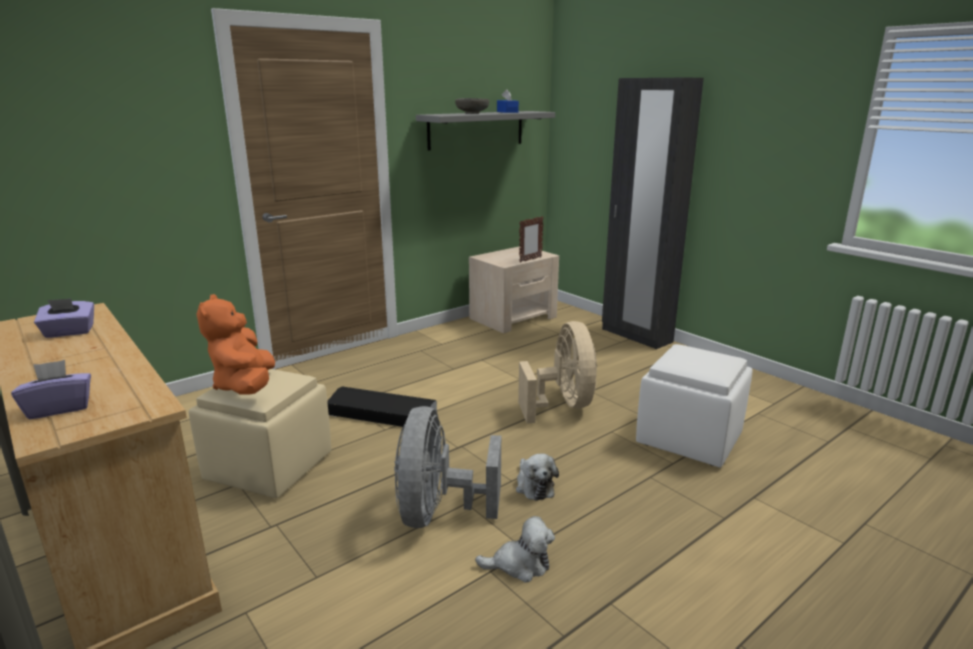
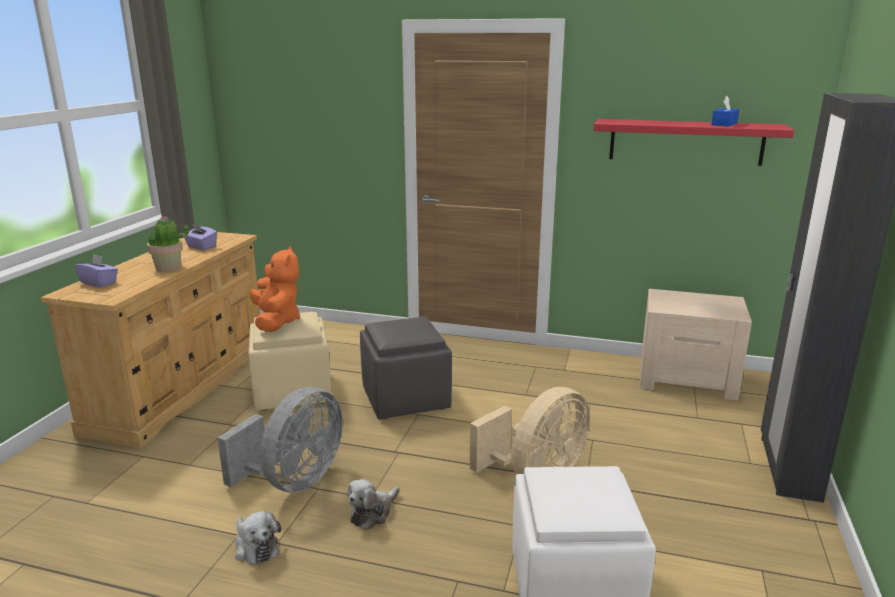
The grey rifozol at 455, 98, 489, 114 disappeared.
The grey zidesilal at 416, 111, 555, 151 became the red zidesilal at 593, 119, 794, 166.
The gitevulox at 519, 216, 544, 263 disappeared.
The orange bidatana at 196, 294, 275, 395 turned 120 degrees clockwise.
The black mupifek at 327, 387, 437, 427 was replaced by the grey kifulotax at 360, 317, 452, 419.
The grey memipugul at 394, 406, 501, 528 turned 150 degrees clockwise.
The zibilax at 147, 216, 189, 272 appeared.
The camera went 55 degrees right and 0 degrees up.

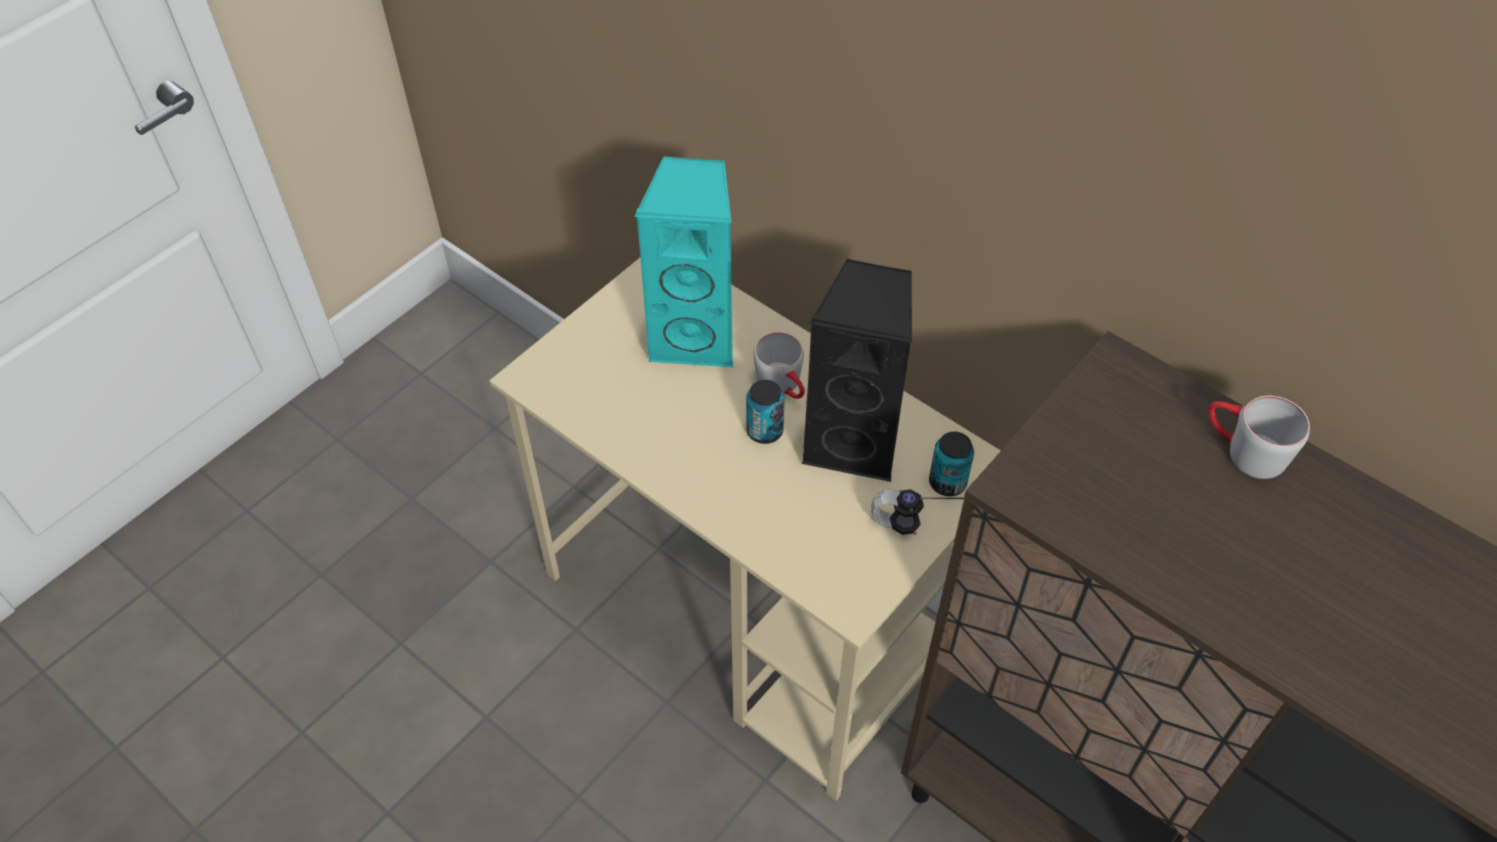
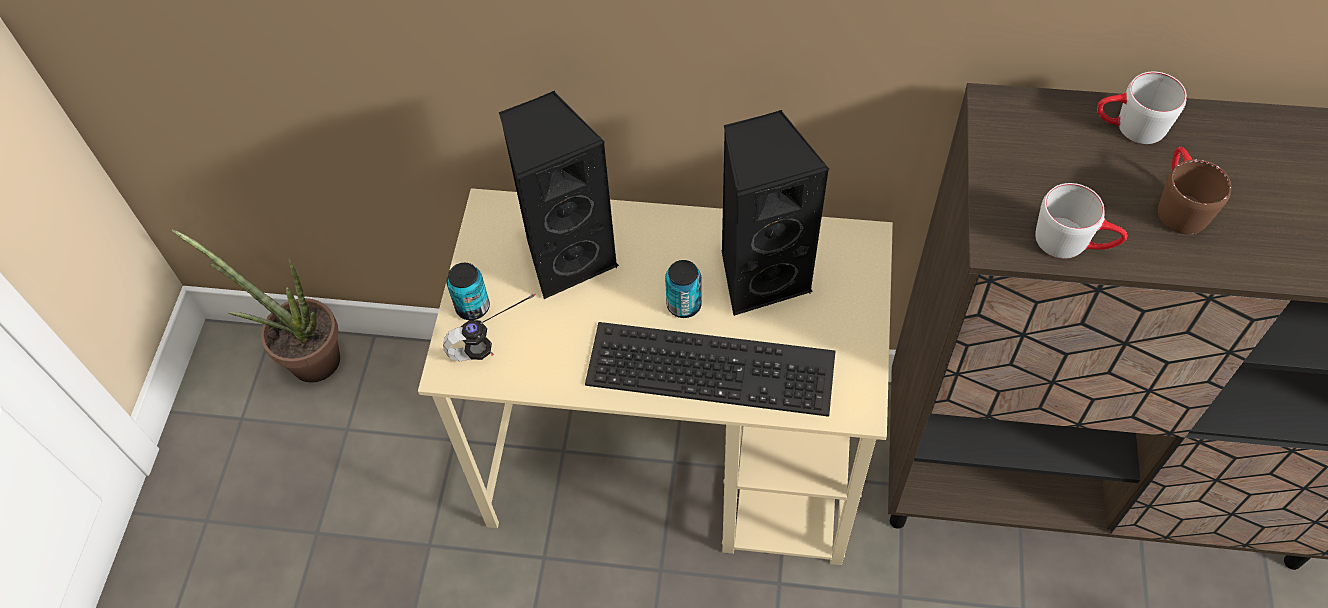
The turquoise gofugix at 635, 156, 734, 368 became the black gofugix at 499, 91, 619, 299.
The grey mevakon moved from 753, 332, 805, 399 to 1035, 183, 1127, 259.
The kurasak moved from 929, 431, 974, 496 to 446, 263, 490, 320.
The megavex moved from 871, 489, 964, 535 to 443, 293, 536, 362.
The brown mevakon at 1158, 147, 1232, 234 appeared.
The zibilax at 171, 229, 340, 383 appeared.
The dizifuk at 585, 322, 835, 417 appeared.
The camera went 30 degrees left and 5 degrees up.

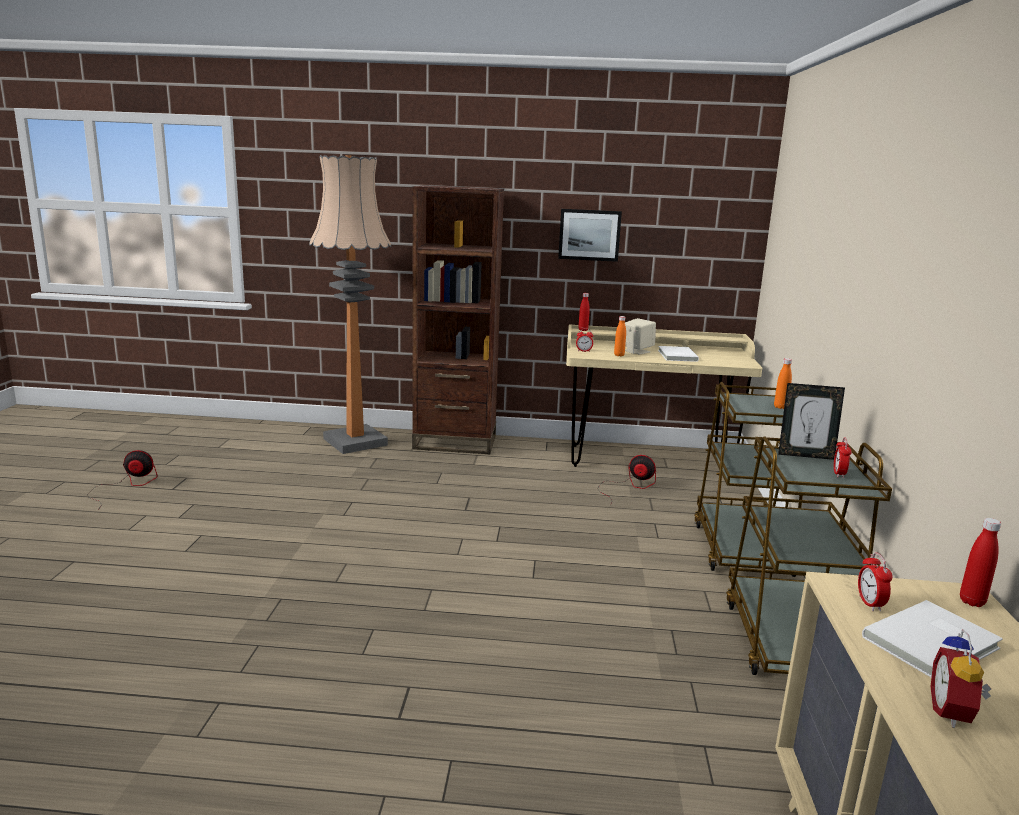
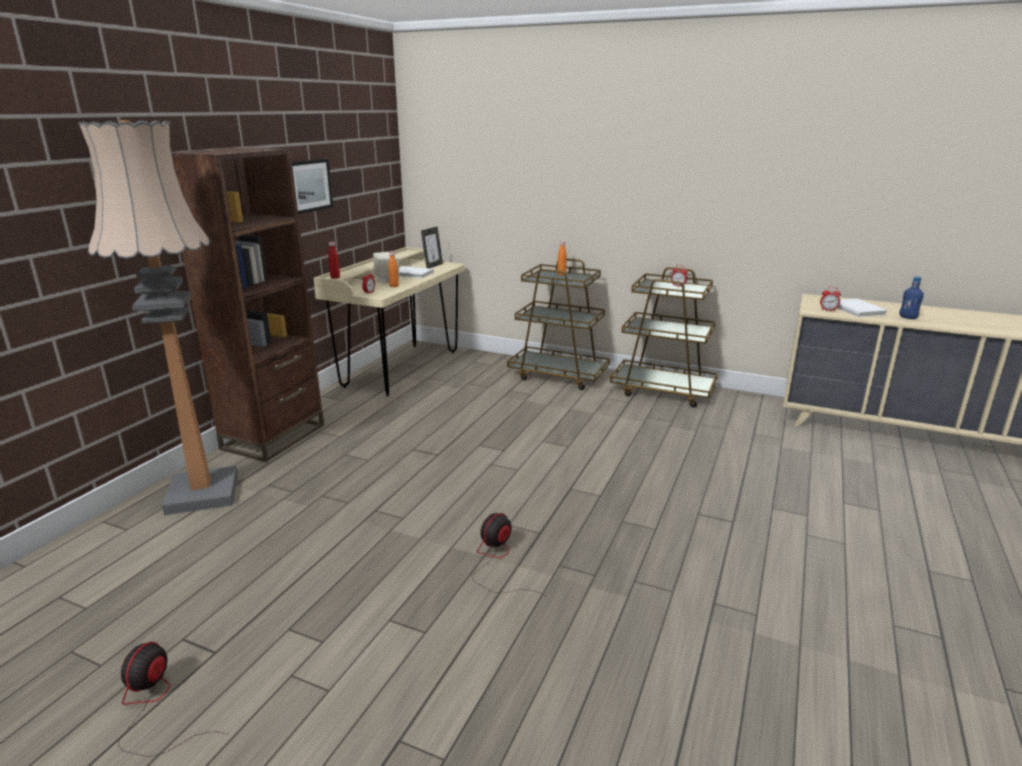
The gitevulox moved from 778, 383, 845, 460 to 421, 226, 443, 268.
The memipugul moved from 597, 455, 656, 505 to 472, 513, 547, 597.
The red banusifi at 960, 518, 1001, 607 disappeared.
The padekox at 931, 629, 991, 728 was replaced by the blue banusifi at 899, 276, 924, 319.
The camera went 70 degrees left and 5 degrees up.

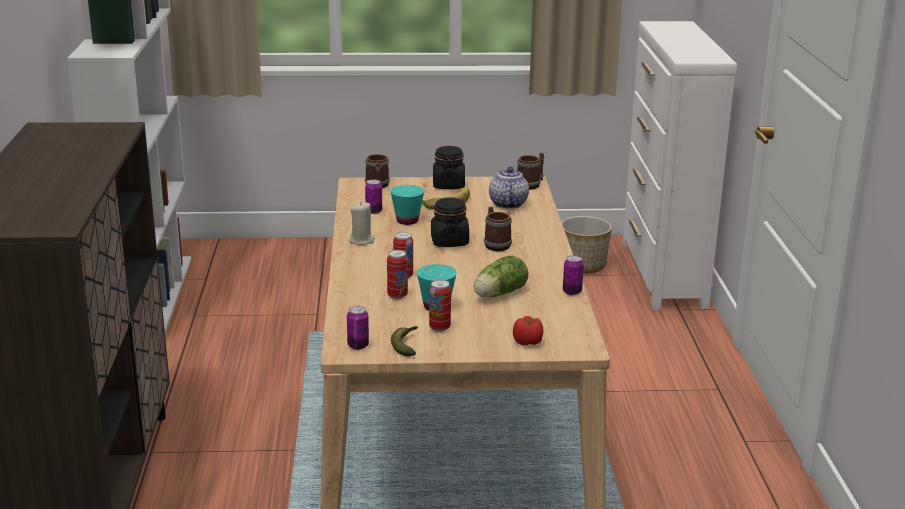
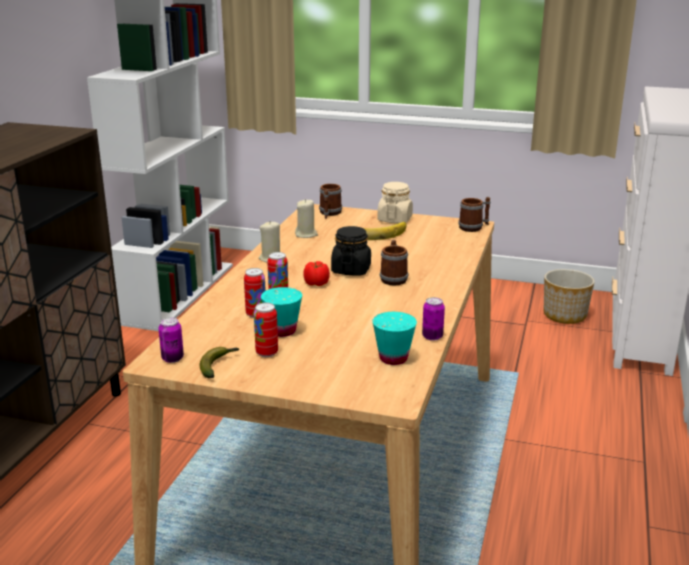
The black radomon at 433, 146, 465, 189 became the beige radomon at 377, 182, 413, 223.
The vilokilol at 489, 166, 529, 209 disappeared.
The kurasak at 365, 179, 382, 214 was replaced by the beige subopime at 295, 199, 318, 238.
The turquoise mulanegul moved from 390, 185, 424, 225 to 373, 312, 417, 365.
The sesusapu at 474, 256, 529, 297 disappeared.
The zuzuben moved from 513, 316, 544, 345 to 303, 261, 330, 286.
The camera went 20 degrees right and 0 degrees up.

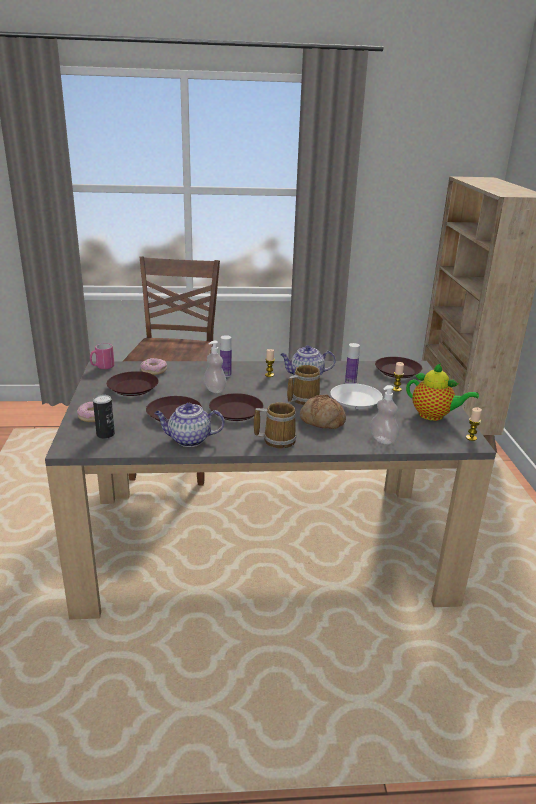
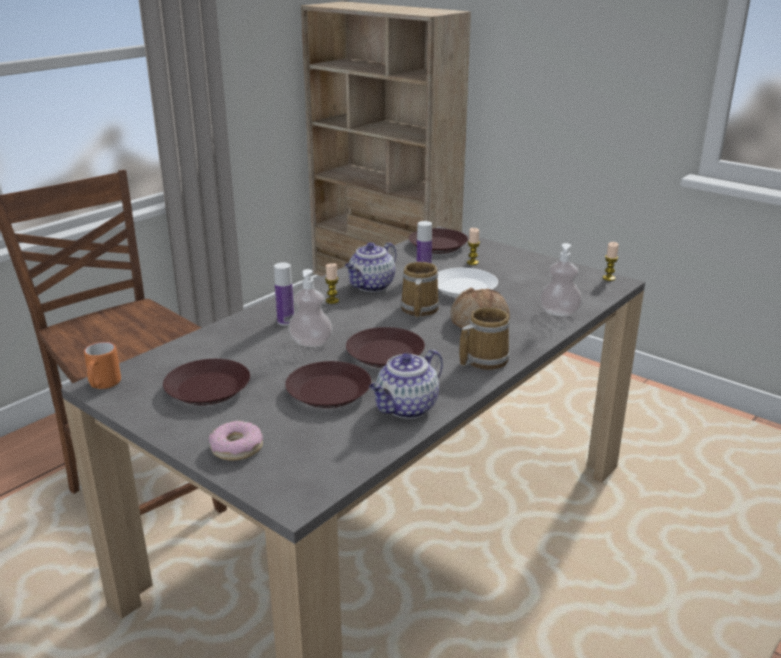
The pink mevakon at 90, 343, 114, 369 became the orange mevakon at 84, 342, 121, 389.
The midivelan at 140, 358, 167, 375 disappeared.
The vilokilol at 406, 363, 479, 421 disappeared.
The kurasak at 93, 395, 115, 439 disappeared.
The camera went 45 degrees left and 0 degrees up.

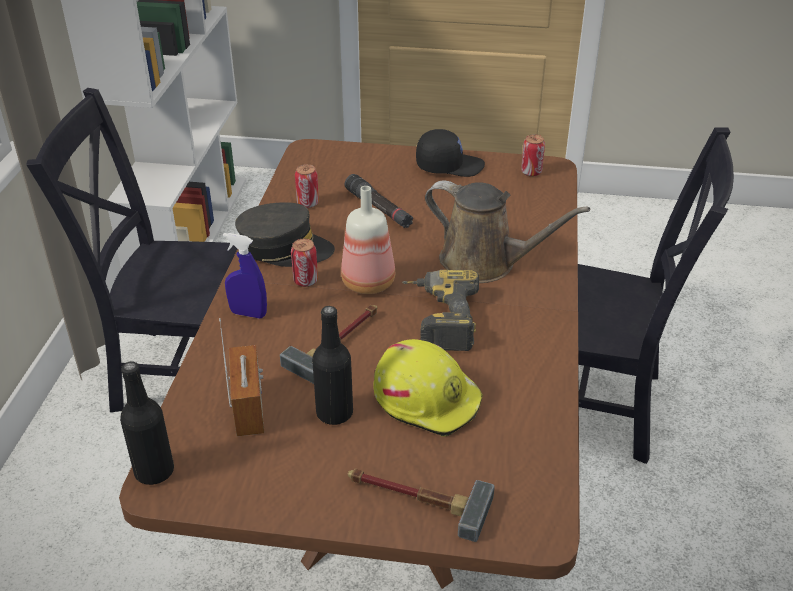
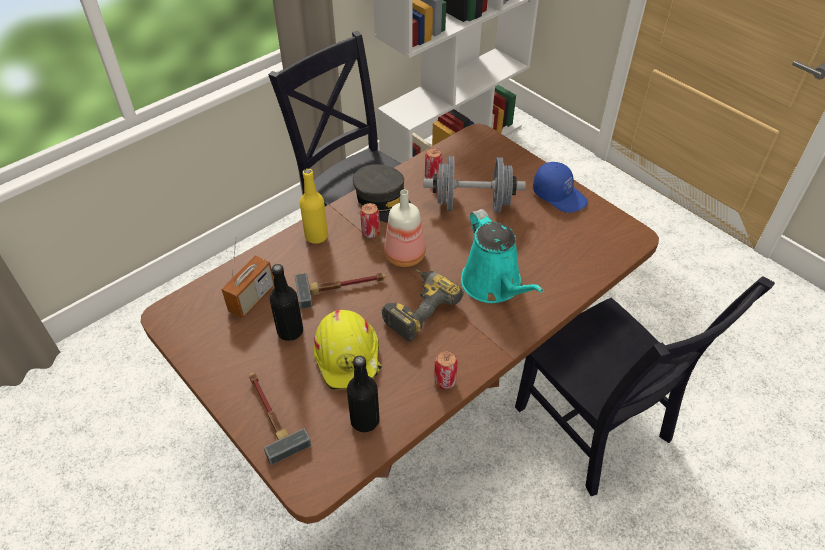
The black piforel at 416, 129, 485, 177 became the blue piforel at 533, 162, 588, 213.
The kurasak moved from 521, 134, 545, 177 to 434, 351, 458, 389.
The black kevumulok at 344, 174, 413, 228 was replaced by the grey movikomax at 423, 156, 526, 213.
The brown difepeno at 425, 181, 590, 283 became the turquoise difepeno at 461, 209, 544, 303.
The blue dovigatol at 223, 233, 267, 319 was replaced by the yellow banusifi at 300, 169, 328, 244.
The black banusifi moved from 120, 362, 174, 485 to 347, 356, 380, 432.
The camera went 40 degrees right and 10 degrees up.

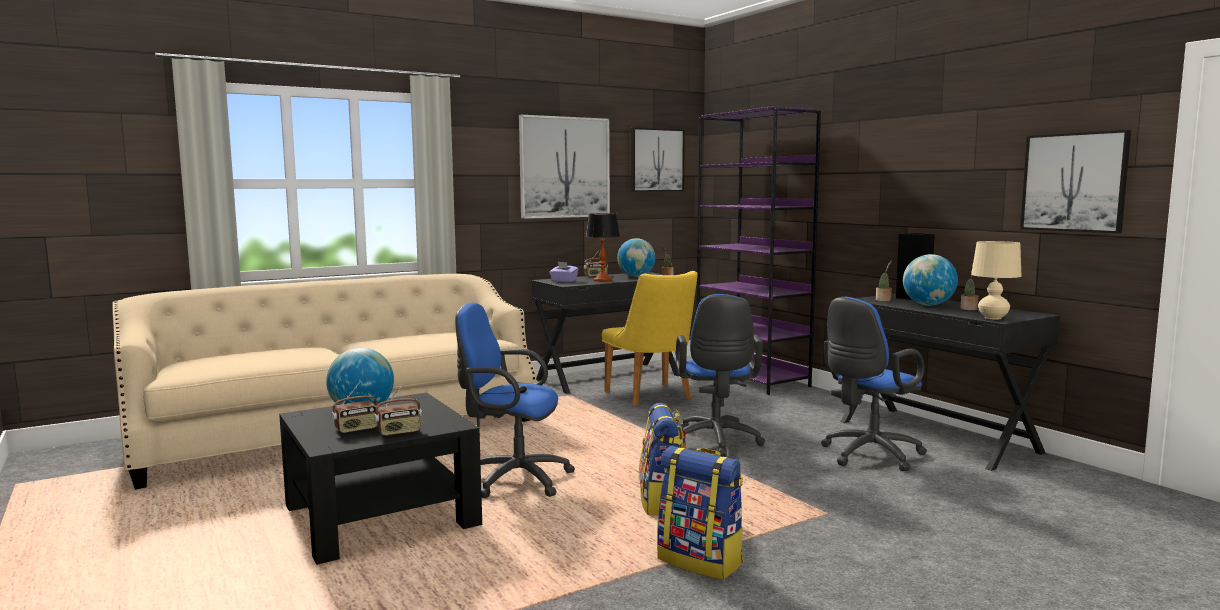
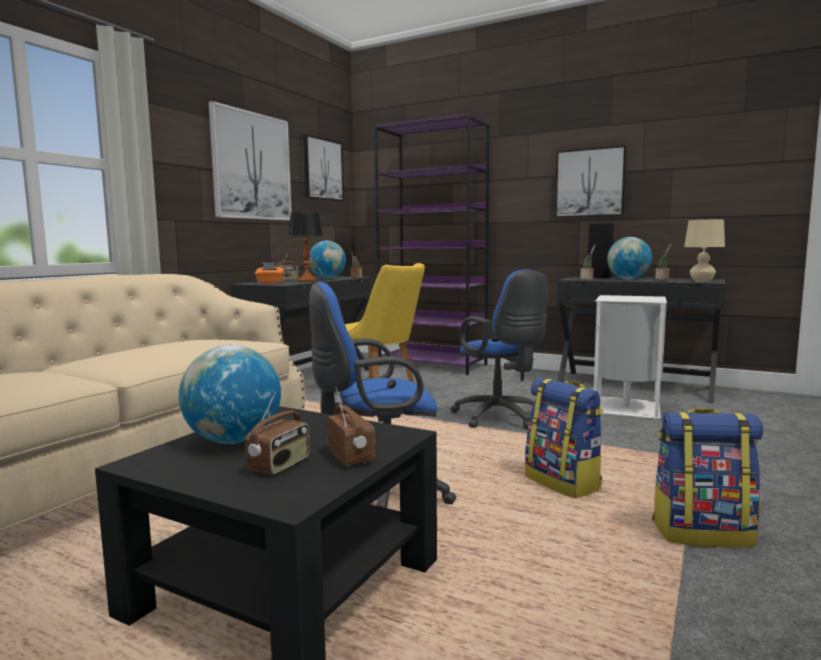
The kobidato moved from 1020, 130, 1131, 233 to 555, 145, 626, 218.
The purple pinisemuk at 549, 262, 578, 282 became the orange pinisemuk at 255, 262, 284, 284.
The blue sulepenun at 821, 297, 927, 471 was replaced by the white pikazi at 594, 295, 667, 419.
The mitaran at 374, 385, 422, 436 turned 60 degrees counterclockwise.
The camera went 30 degrees left and 0 degrees up.

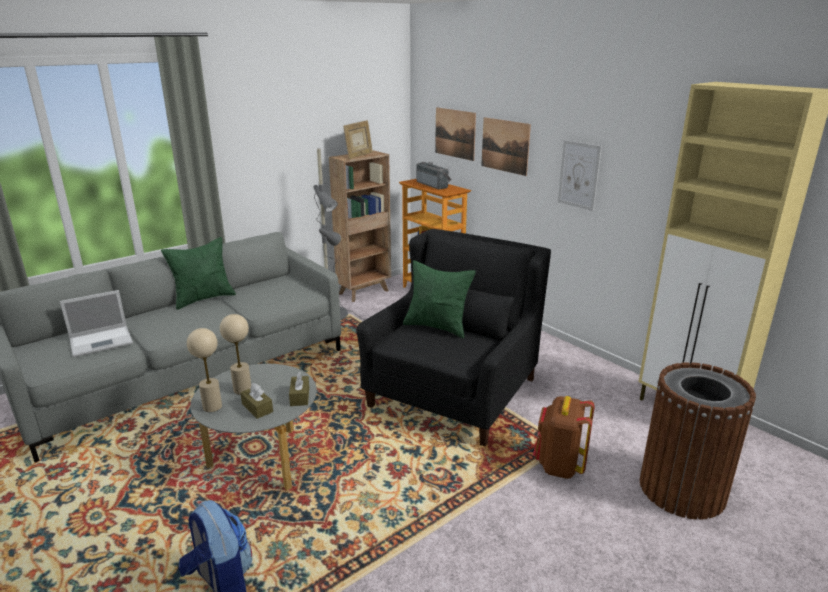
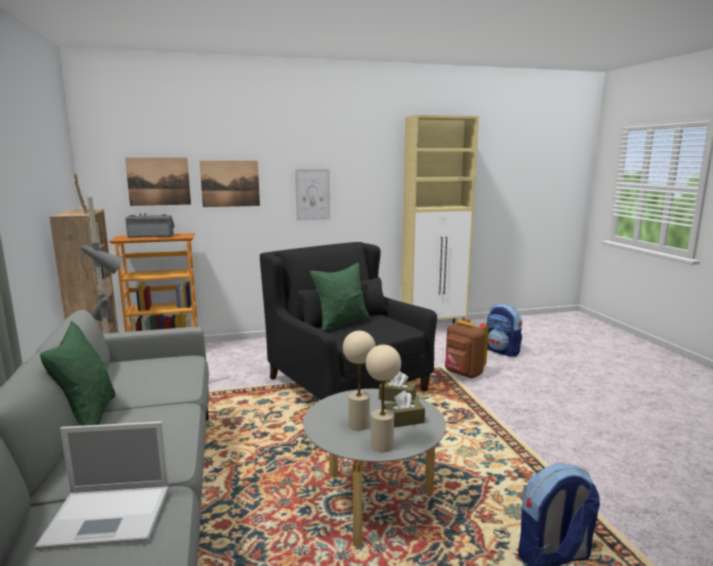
The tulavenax at 60, 290, 133, 357 turned 90 degrees clockwise.
The brown pikazi at 640, 362, 756, 520 was replaced by the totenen at 487, 304, 522, 357.
The camera went 65 degrees left and 10 degrees down.

